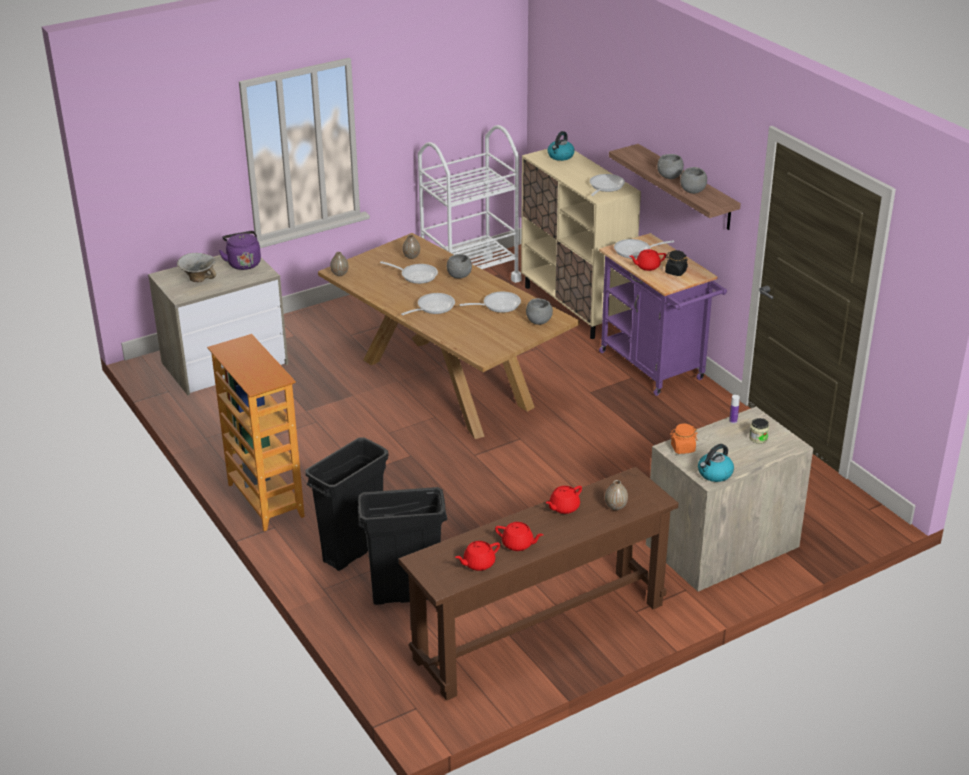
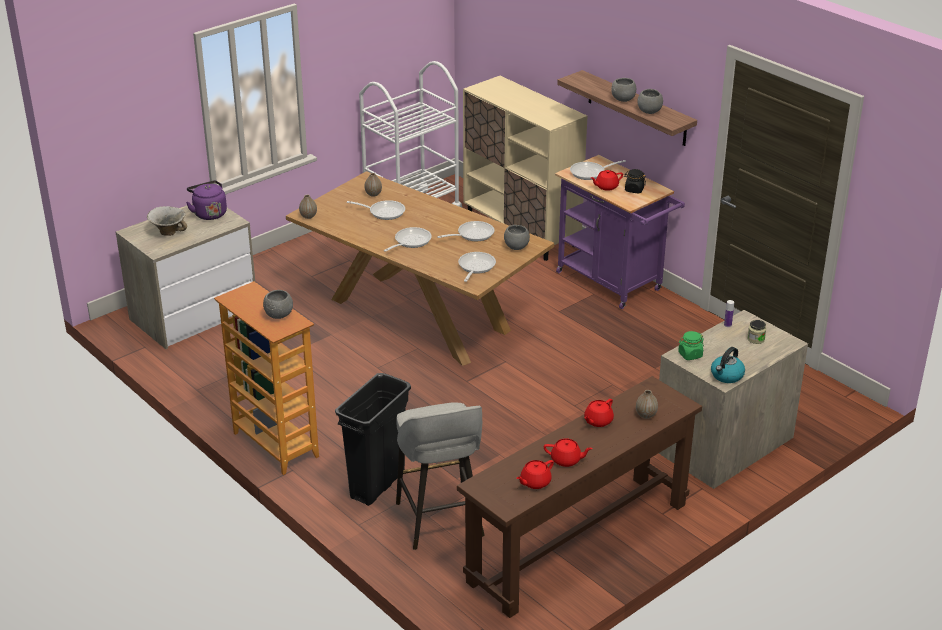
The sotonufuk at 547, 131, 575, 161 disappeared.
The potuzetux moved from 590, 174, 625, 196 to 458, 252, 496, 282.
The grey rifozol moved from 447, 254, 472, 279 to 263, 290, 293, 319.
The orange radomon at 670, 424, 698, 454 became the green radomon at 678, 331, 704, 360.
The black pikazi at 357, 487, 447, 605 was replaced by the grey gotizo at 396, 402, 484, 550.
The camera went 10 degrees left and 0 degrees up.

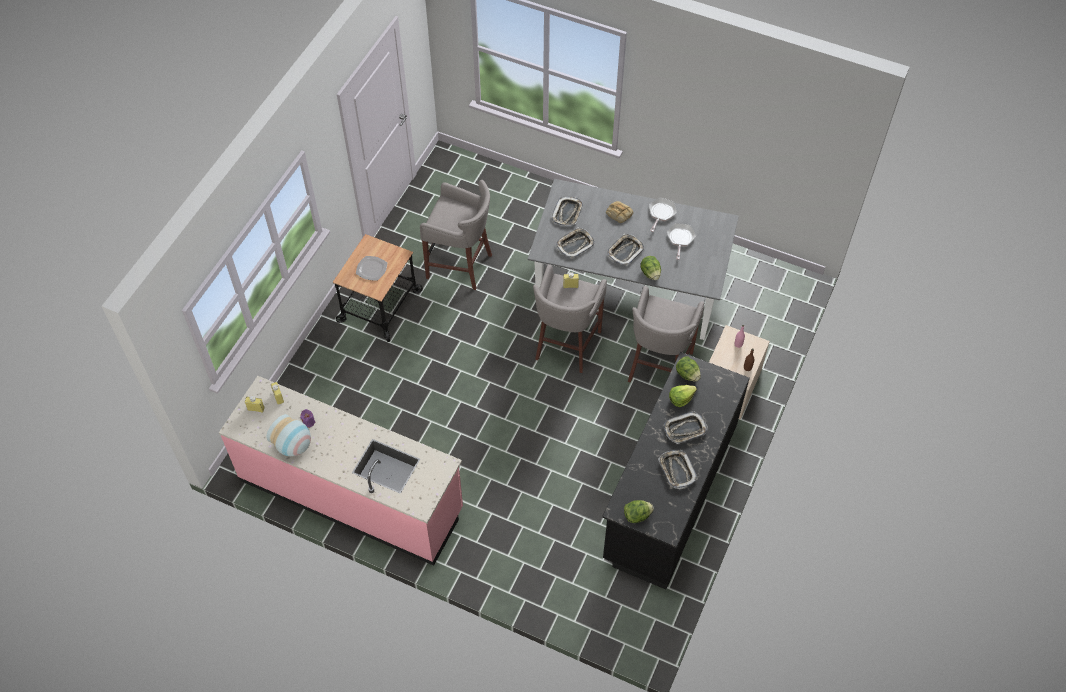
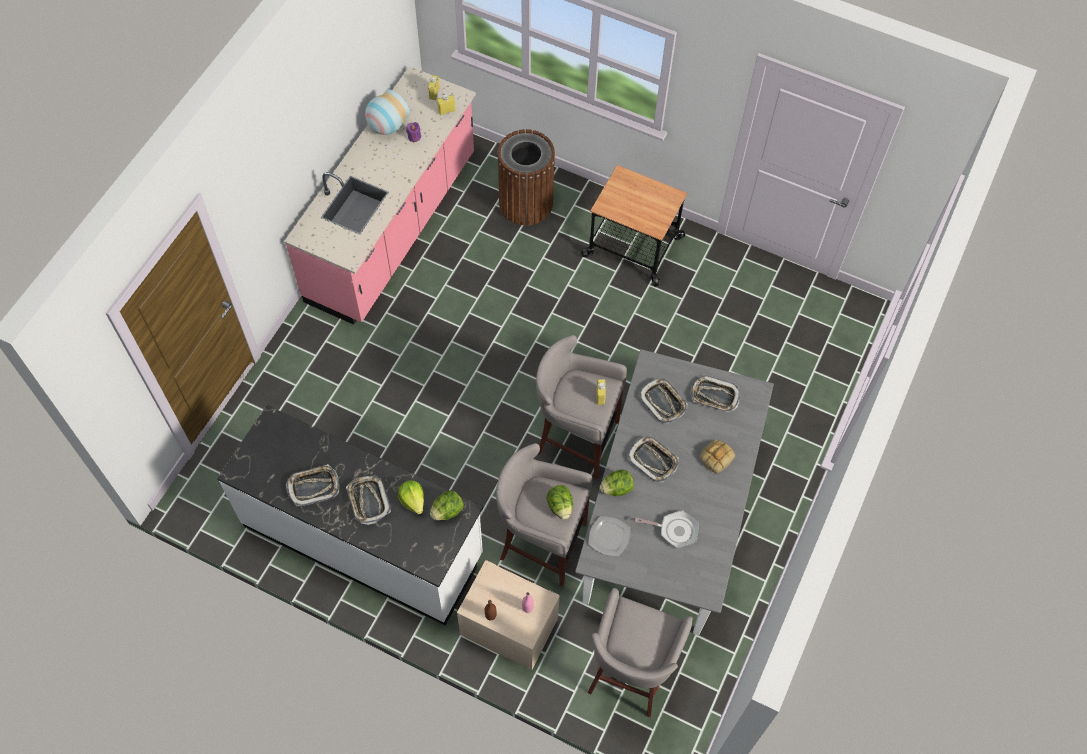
The grey gotizo moved from 420, 180, 492, 290 to 588, 588, 693, 717.
The potuzetux at 649, 198, 677, 232 disappeared.
The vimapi moved from 356, 256, 387, 281 to 588, 516, 631, 556.
The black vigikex at 602, 352, 750, 589 became the white vigikex at 217, 405, 483, 625.
The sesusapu moved from 624, 500, 654, 523 to 547, 485, 573, 520.
The brown pikazi at 497, 129, 555, 225 appeared.
The camera went 90 degrees right and 5 degrees up.

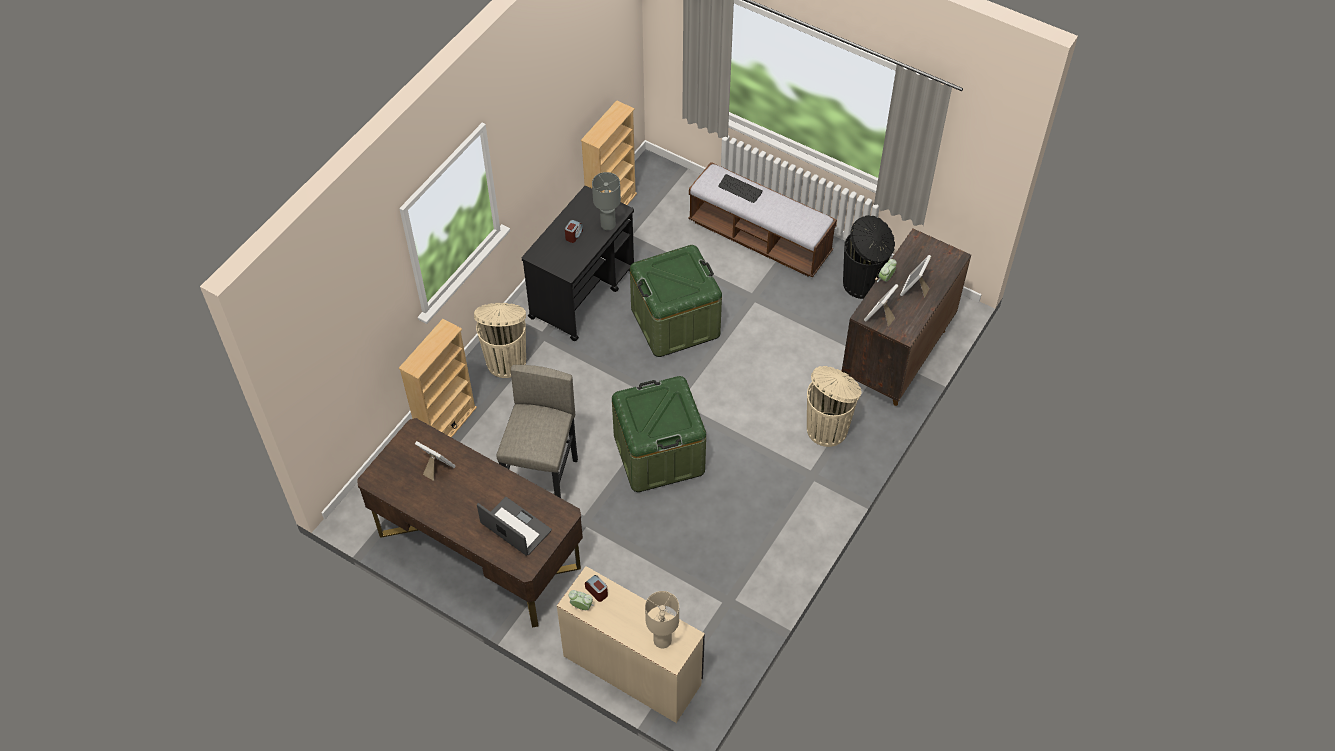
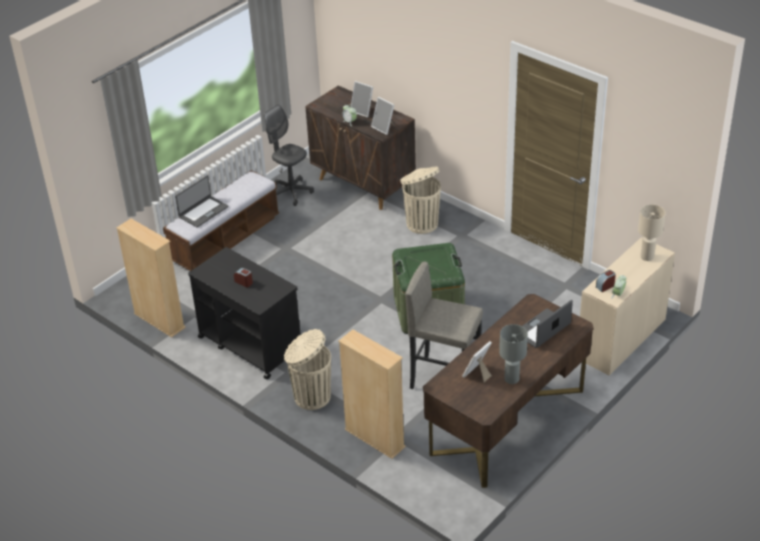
The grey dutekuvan moved from 592, 172, 621, 231 to 499, 324, 528, 384.
The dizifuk at 718, 174, 763, 203 was replaced by the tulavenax at 175, 176, 229, 228.
The black pikazi at 843, 215, 895, 299 was replaced by the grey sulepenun at 264, 105, 314, 206.
The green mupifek at 630, 245, 722, 357 disappeared.
The camera went 80 degrees left and 15 degrees down.

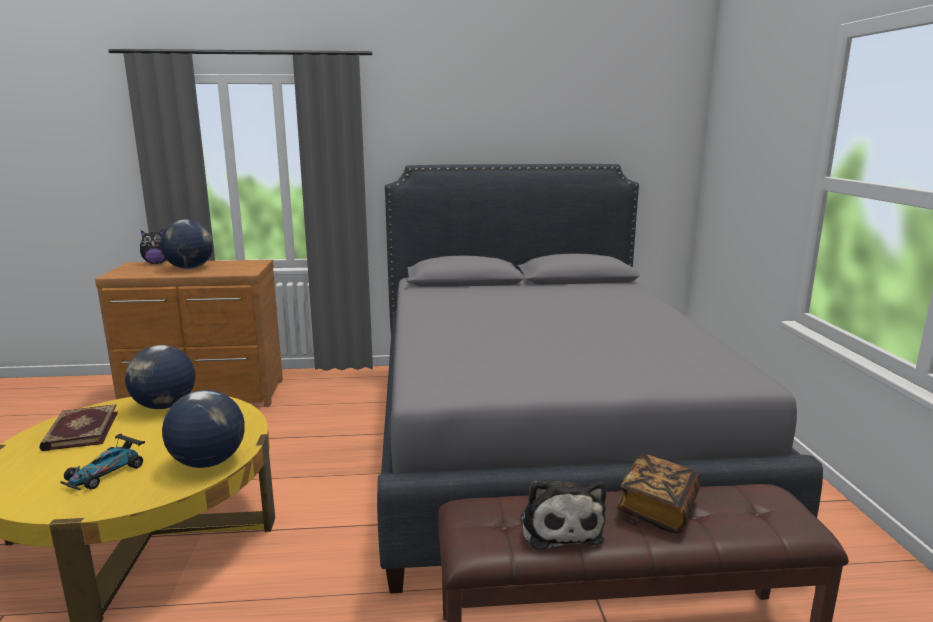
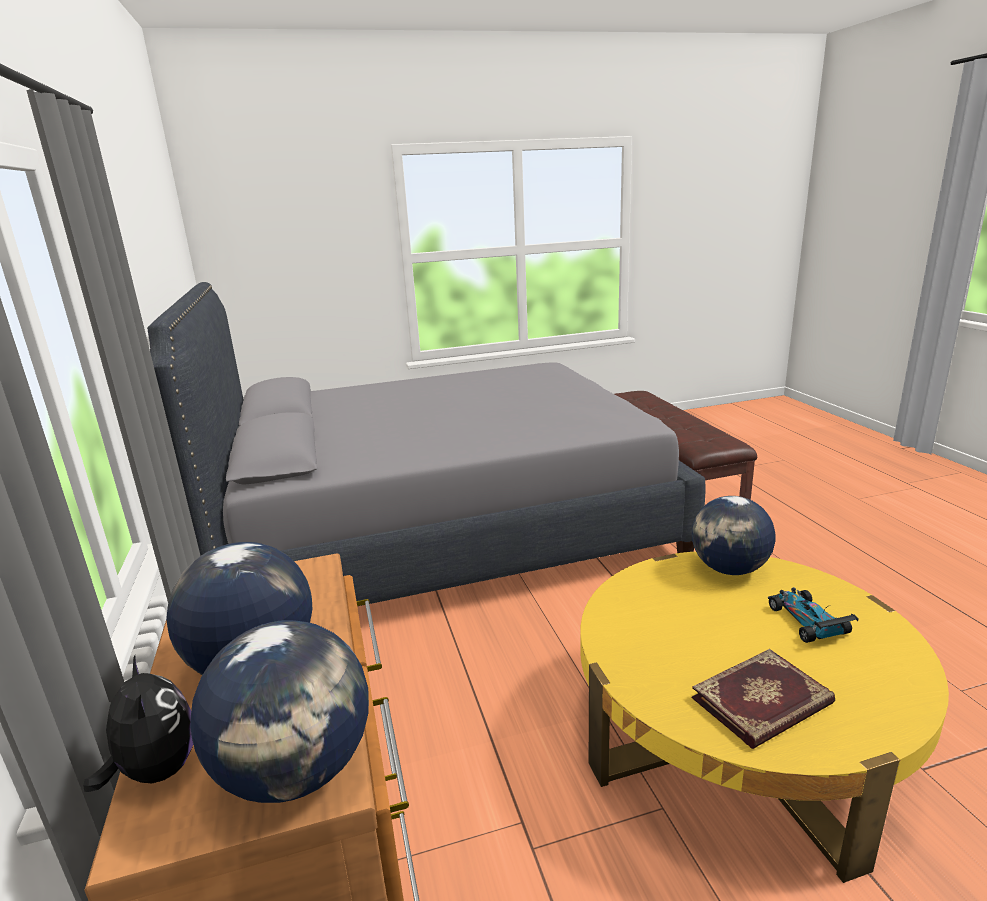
The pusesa moved from 125, 345, 195, 409 to 190, 620, 369, 803.
The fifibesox at 60, 434, 145, 490 turned 120 degrees counterclockwise.
The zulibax at 617, 454, 700, 533 disappeared.
The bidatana at 521, 481, 606, 550 disappeared.
The camera went 100 degrees left and 5 degrees up.

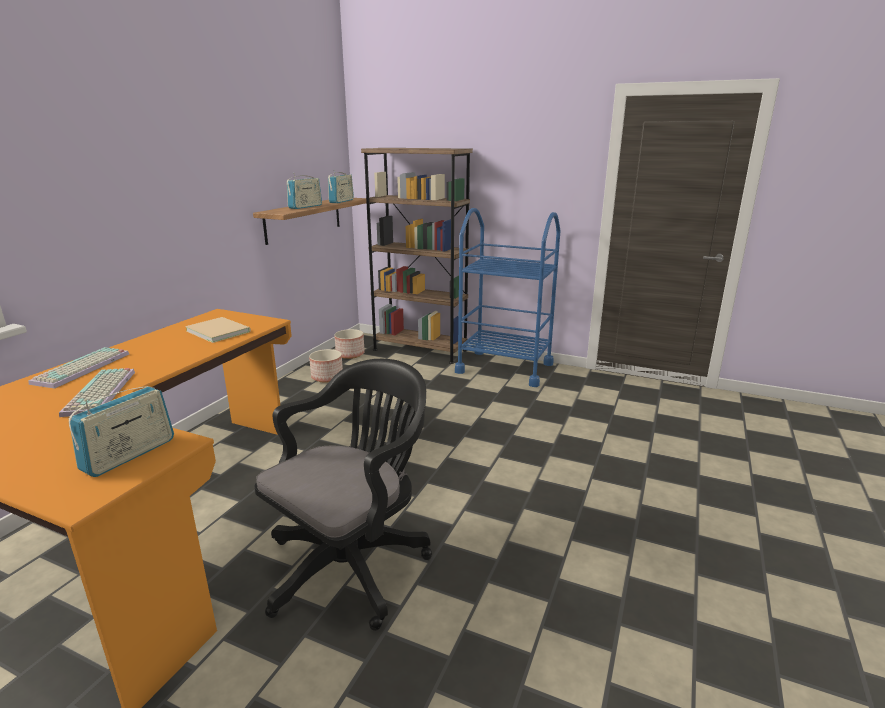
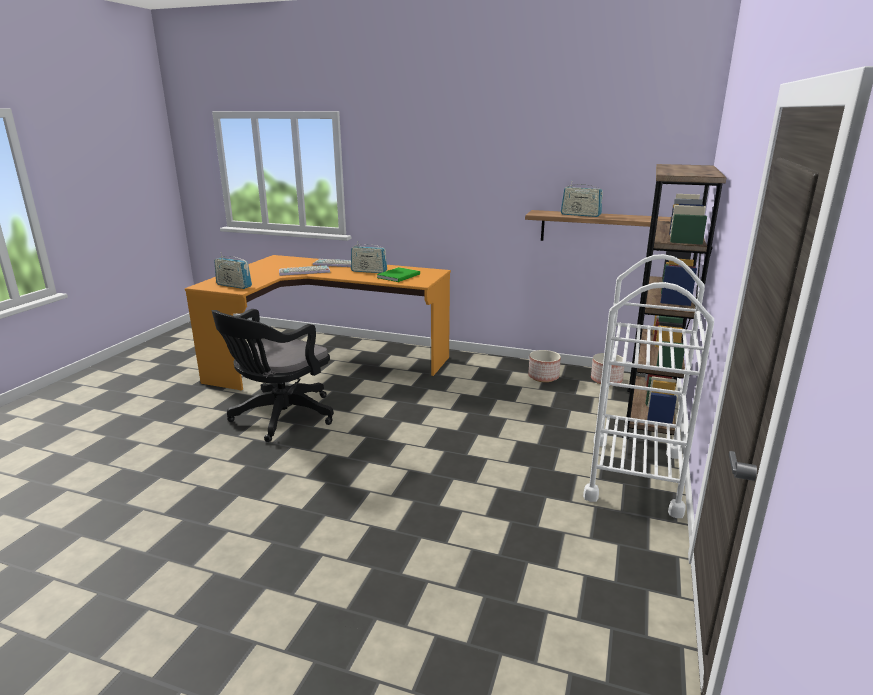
The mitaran moved from 328, 170, 354, 203 to 351, 241, 387, 273.
The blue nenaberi at 455, 208, 561, 387 became the white nenaberi at 583, 254, 714, 518.
The beige zulibax at 185, 317, 251, 343 became the green zulibax at 377, 267, 420, 282.
The black sulepenun at 254, 359, 432, 631 turned 90 degrees clockwise.
The camera went 85 degrees right and 0 degrees up.

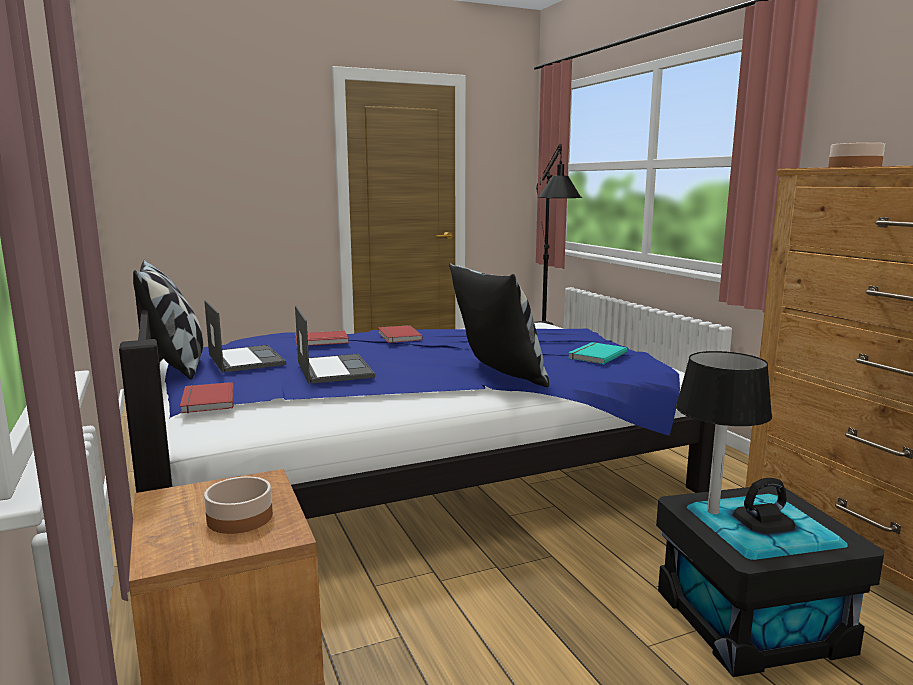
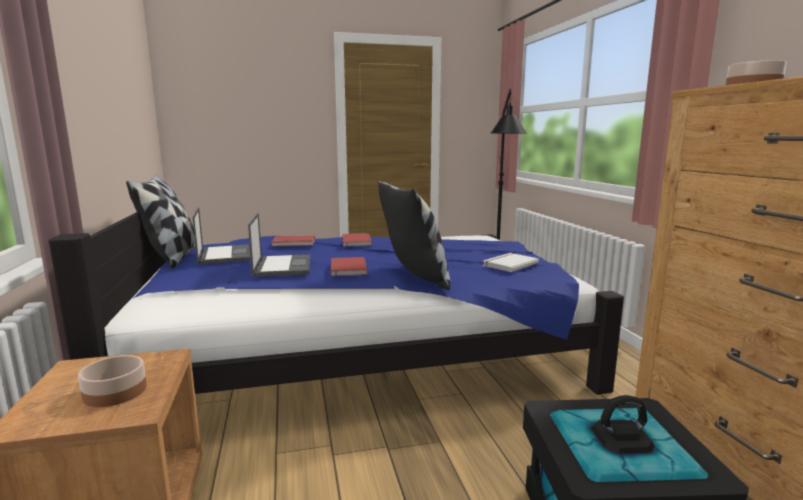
The turquoise zulibax at 568, 342, 627, 364 became the white zulibax at 483, 253, 539, 272.
The black dutekuvan at 676, 351, 772, 514 disappeared.
The red zulibax moved from 180, 382, 234, 413 to 331, 257, 368, 276.
The camera went 10 degrees right and 0 degrees up.

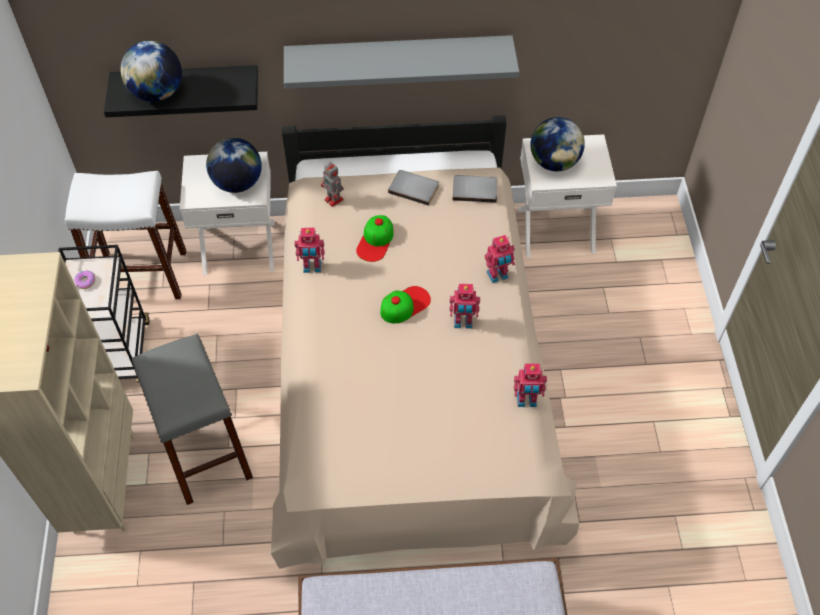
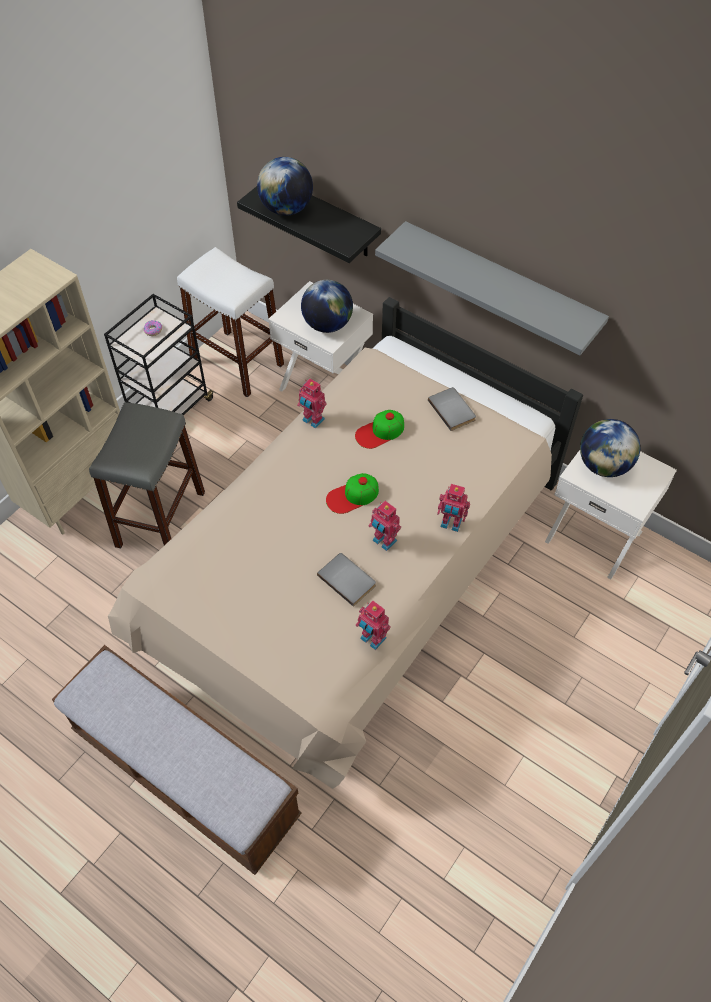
The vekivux at 321, 162, 344, 207 disappeared.
The grey zulibax moved from 452, 175, 497, 203 to 317, 553, 376, 607.
The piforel at 380, 286, 431, 323 turned 150 degrees clockwise.
The camera went 40 degrees right and 0 degrees up.

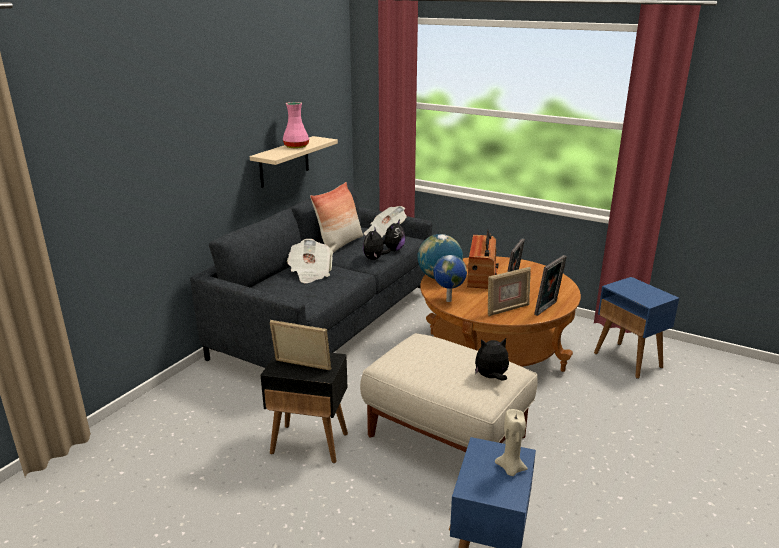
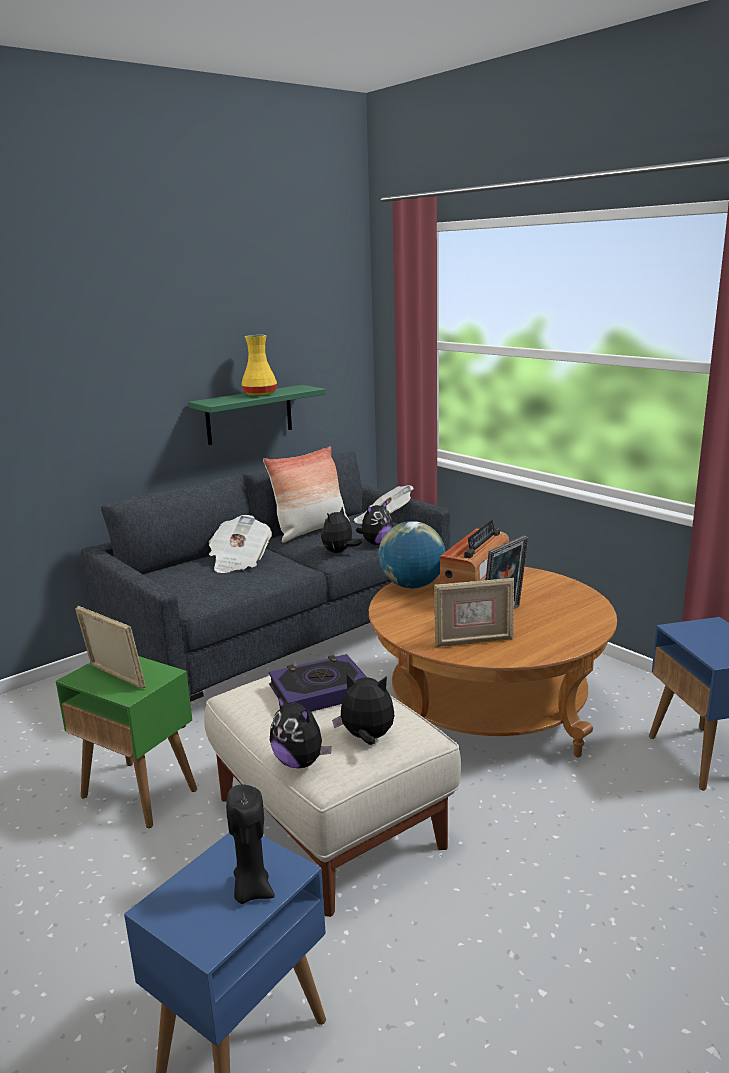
The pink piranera at 283, 102, 309, 148 became the yellow piranera at 241, 335, 277, 396.
The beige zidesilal at 250, 136, 338, 188 became the green zidesilal at 188, 385, 326, 445.
The pusesa at 433, 255, 467, 302 disappeared.
The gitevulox at 534, 255, 567, 316 disappeared.
The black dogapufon at 261, 352, 348, 463 became the green dogapufon at 56, 656, 197, 828.
The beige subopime at 495, 409, 528, 476 became the black subopime at 226, 785, 275, 904.
The zulibax at 268, 654, 367, 712 appeared.
The bidatana at 270, 695, 332, 768 appeared.
The camera went 20 degrees right and 5 degrees down.

